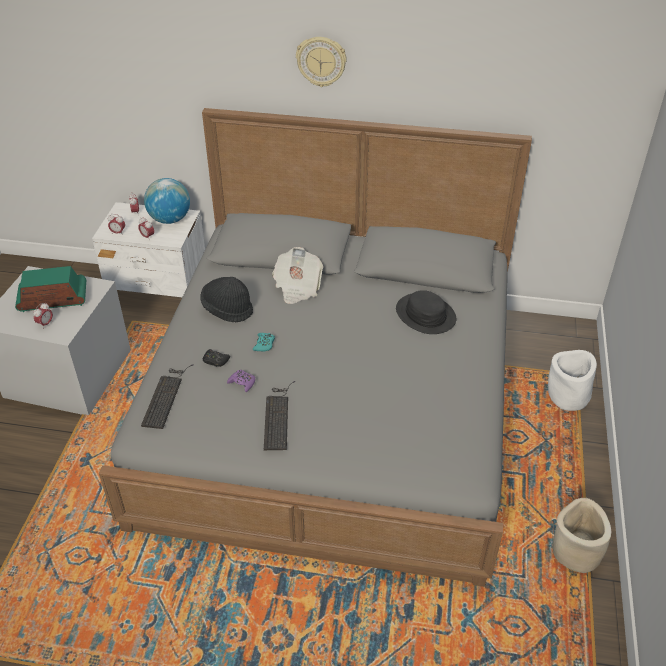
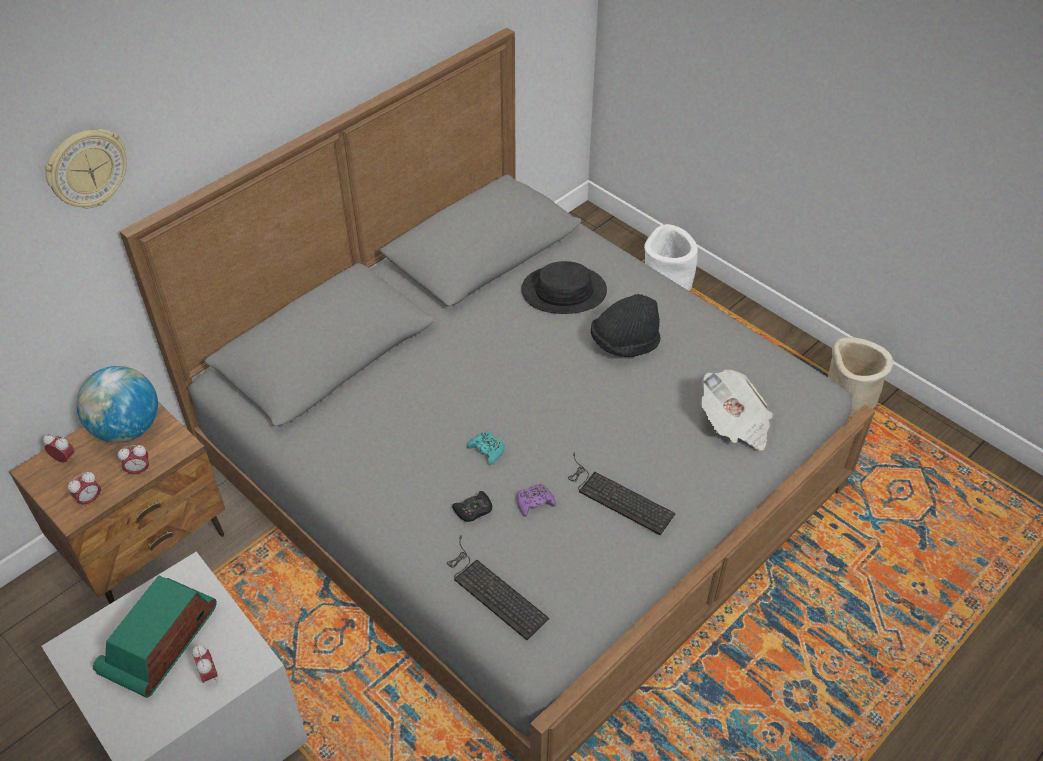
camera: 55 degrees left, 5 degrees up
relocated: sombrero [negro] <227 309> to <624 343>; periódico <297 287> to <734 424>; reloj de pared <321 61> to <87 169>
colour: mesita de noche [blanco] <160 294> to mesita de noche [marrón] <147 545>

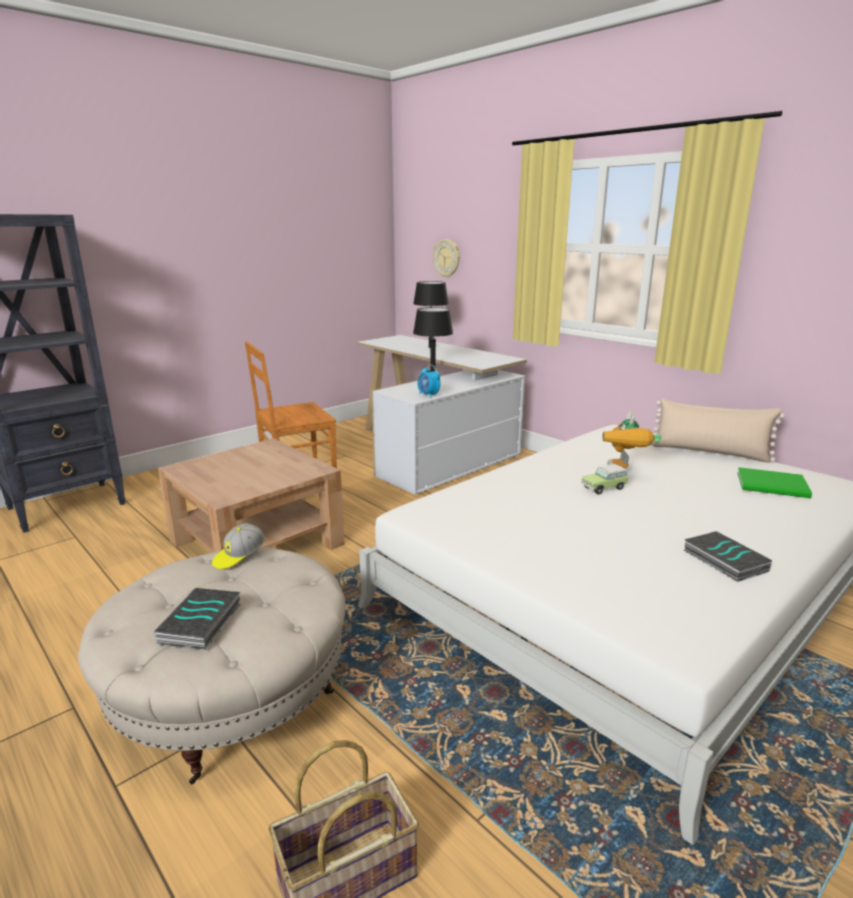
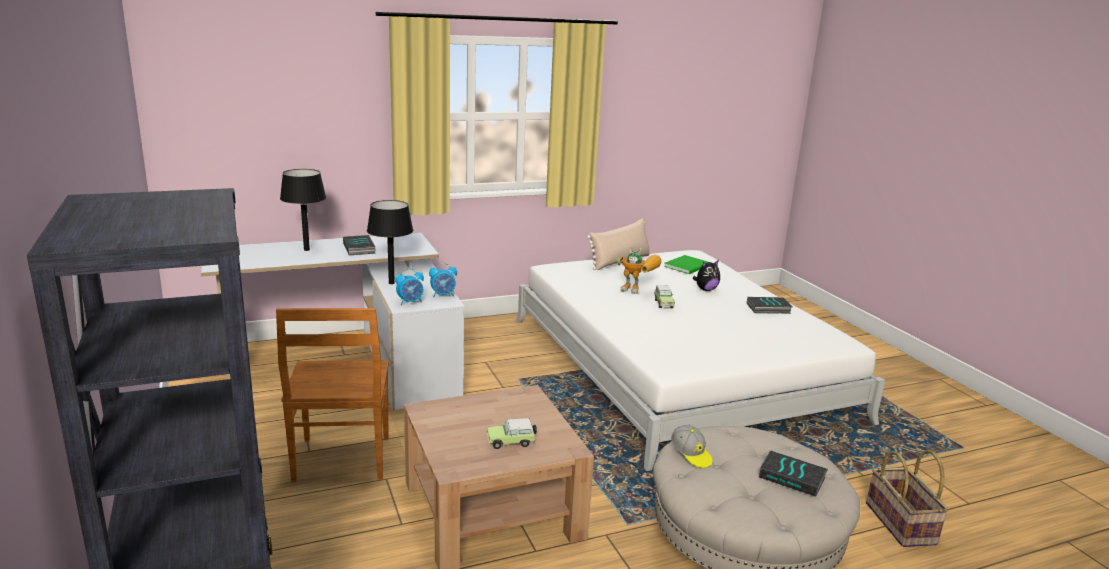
camera: 70 degrees left, 0 degrees up
missing: reloj de pared <447 258>
appeared: libro <360 248>; despertador <410 302>; coche de juguete <512 442>; peluche <705 289>

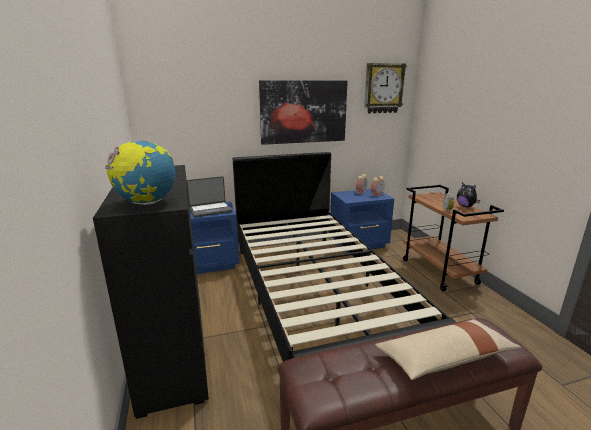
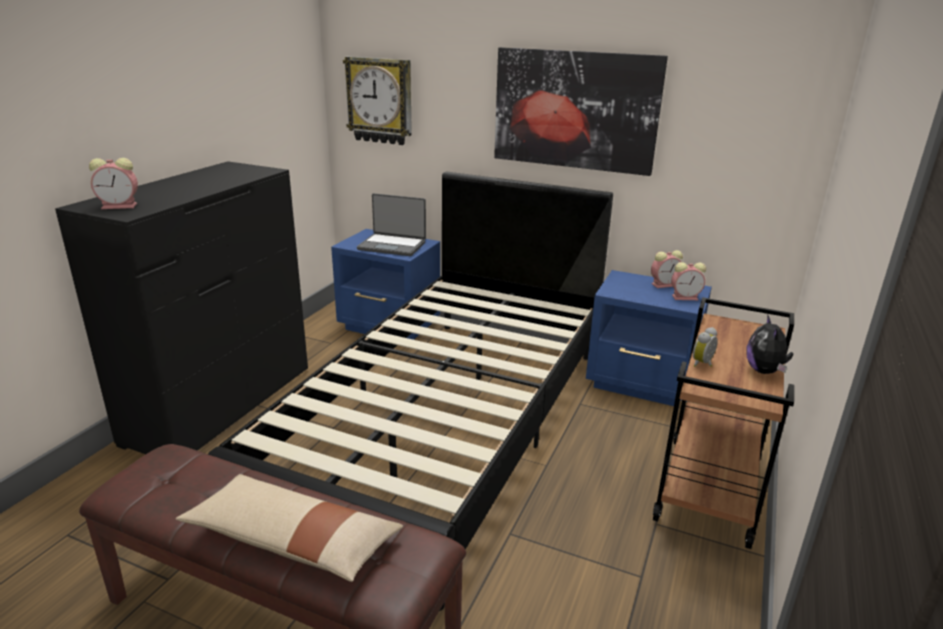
camera: 40 degrees right, 5 degrees up
relocated: reloj de pared <383 88> to <380 101>
exchanged: globo terráqueo <147 203> to despertador <121 206>

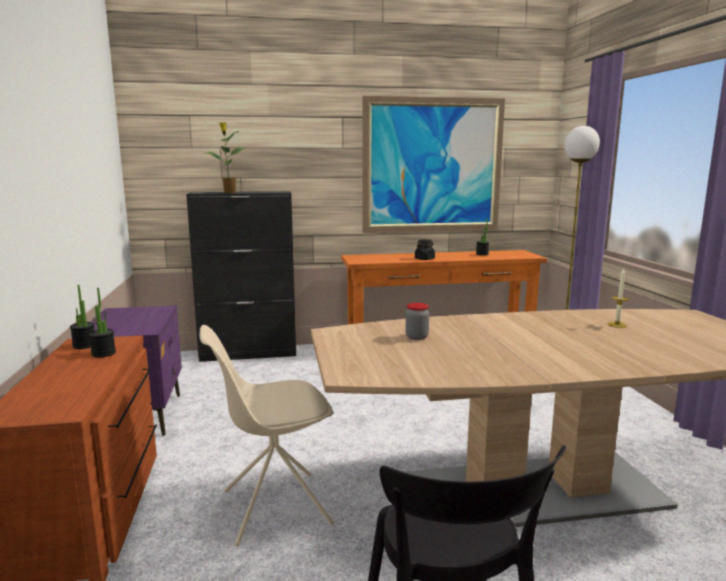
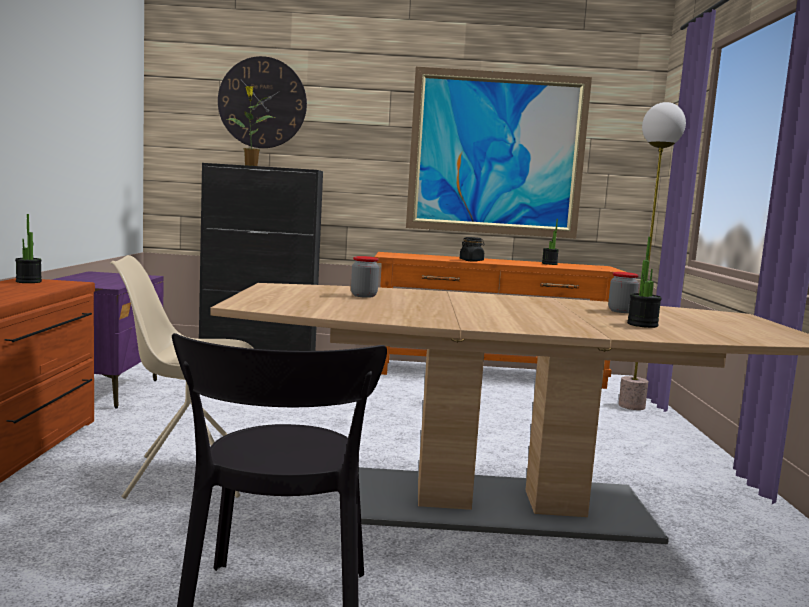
camera: 10 degrees right, 5 degrees down
appeared: reloj de pared <262 103>
relocated: planta en maceta <103 353> to <642 325>
exchanged: vela <617 325> to tarro <621 311>

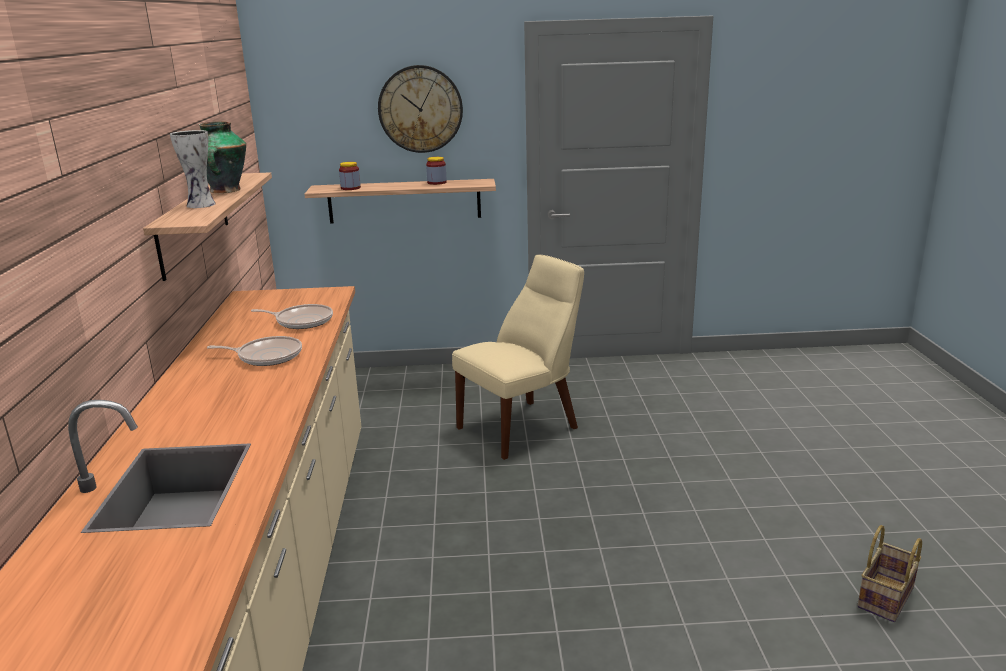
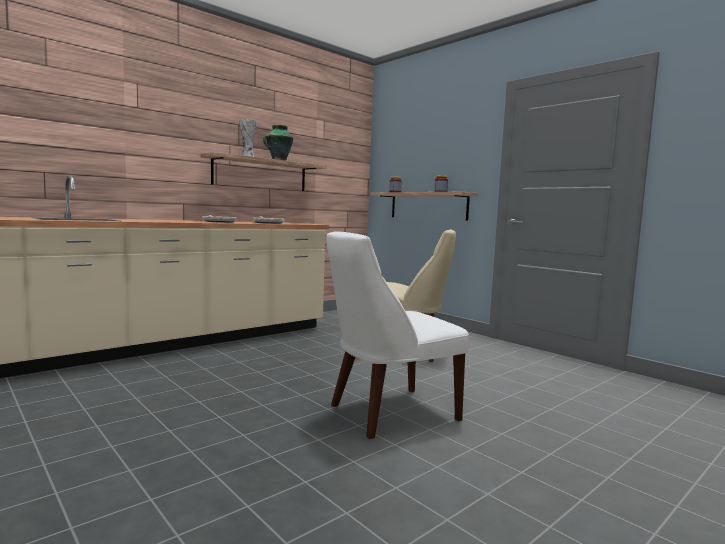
camera: 50 degrees right, 15 degrees down
missing: reloj de pared <420 109>; cesta <886 599>
appeared: silla [blanco] <388 413>

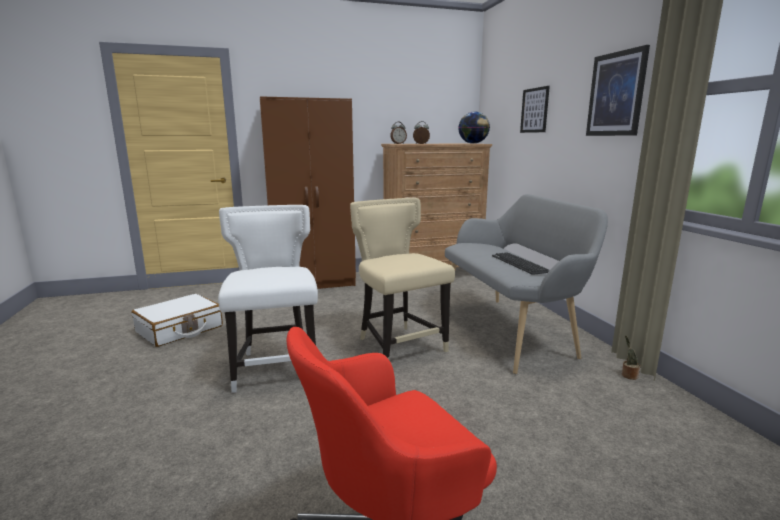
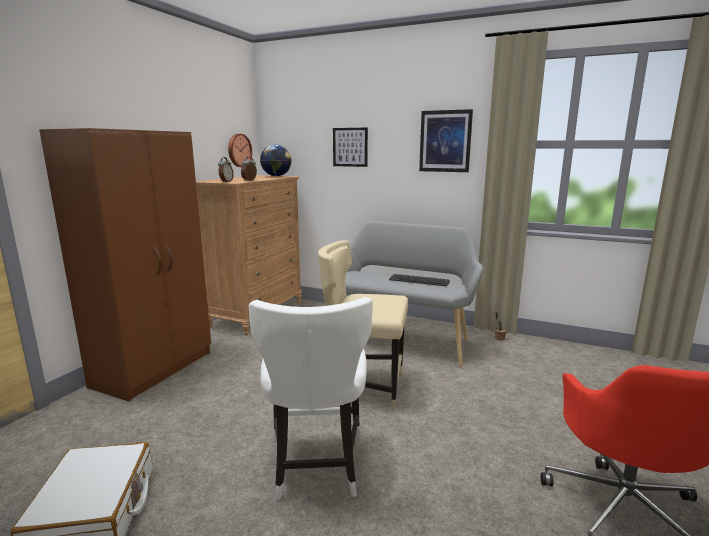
camera: 50 degrees left, 0 degrees up
appeared: reloj de pared <238 150>
spun: silla [blanco] <276 367> = <316 466> 120 degrees counterclockwise

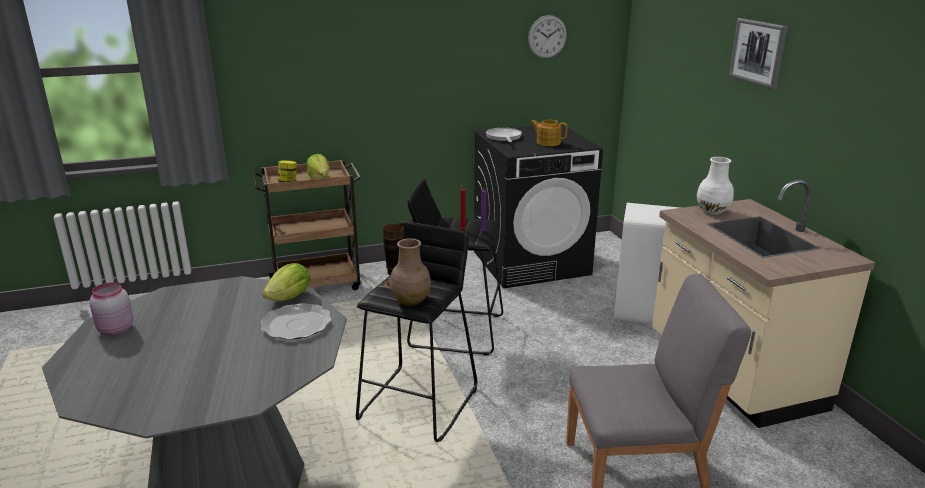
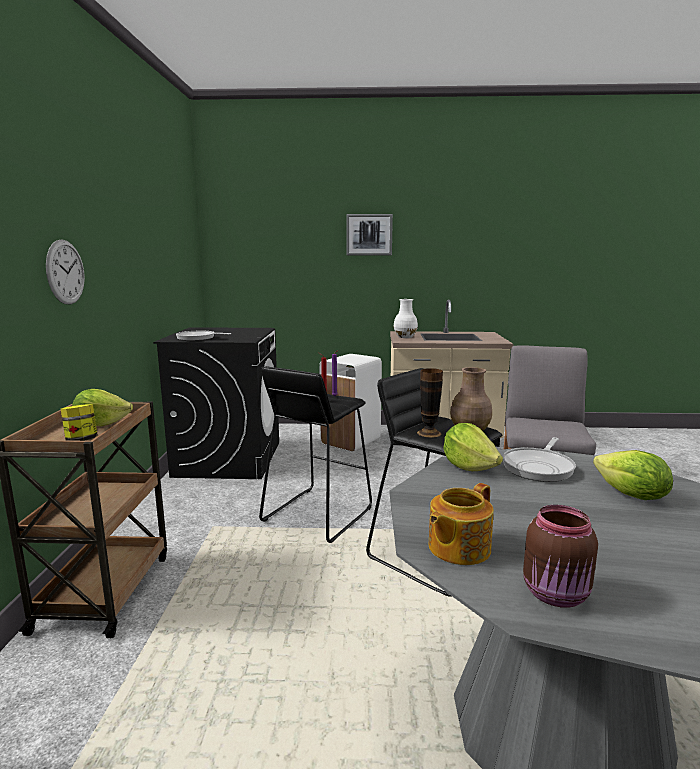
camera: 70 degrees left, 10 degrees down
appeared: lechuga <631 495>
relocated: reloj de pared <547 36> to <65 272>; tetera <548 142> to <457 548>
exchanged: plato <296 325> to sartén <539 467>
colour: tarro [rosa] <115 330> to tarro [marrón] <557 595>

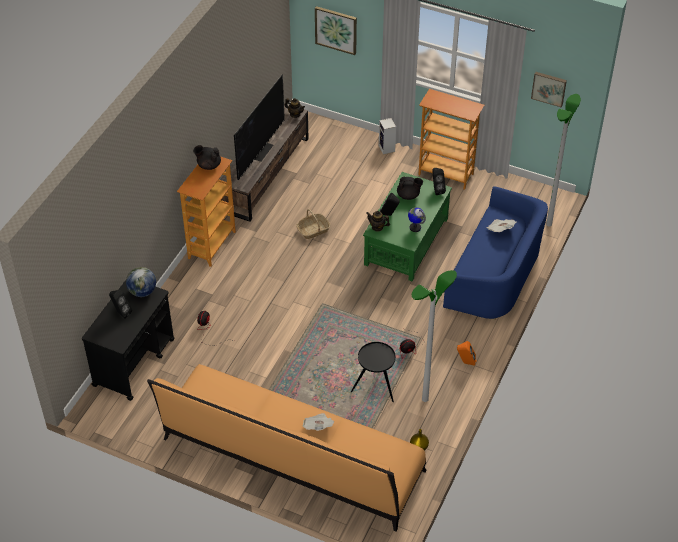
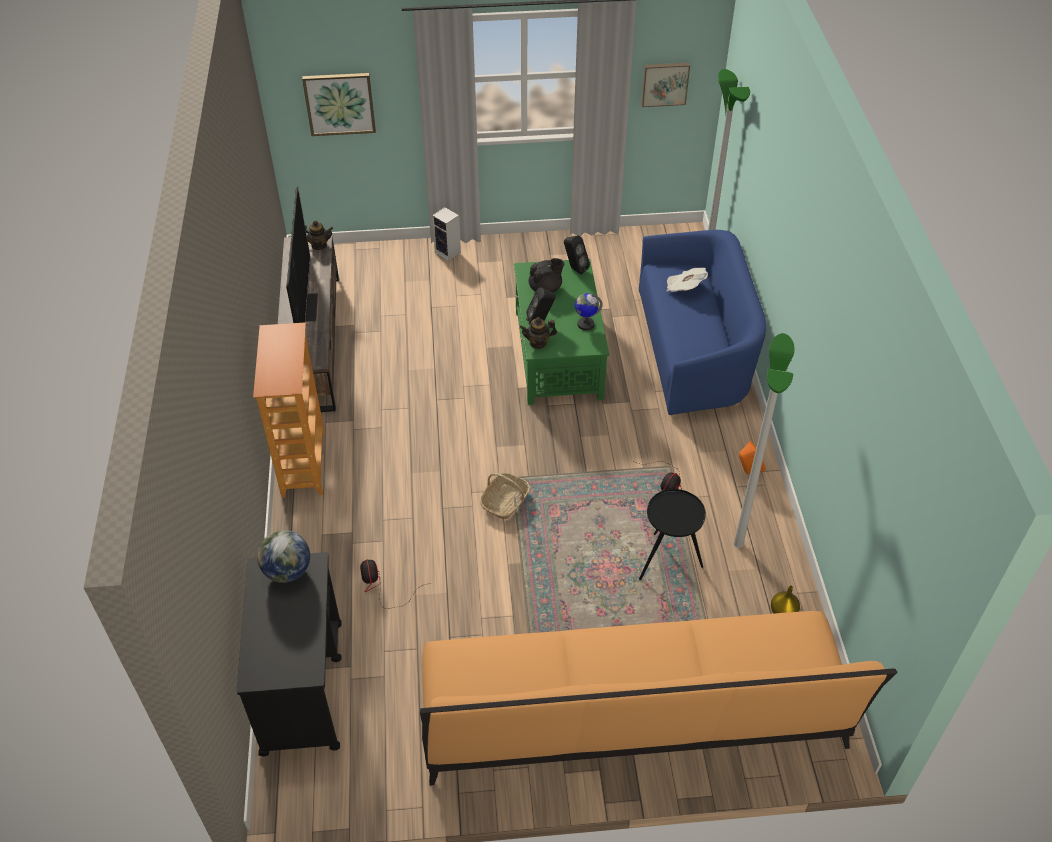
camera: 30 degrees left, 0 degrees up
missing: altavoz [negro] <121 313>; tetera [negro] <208 165>; periódico <318 427>; estantería <446 174>
relocated: cesta <313 230> to <505 502>

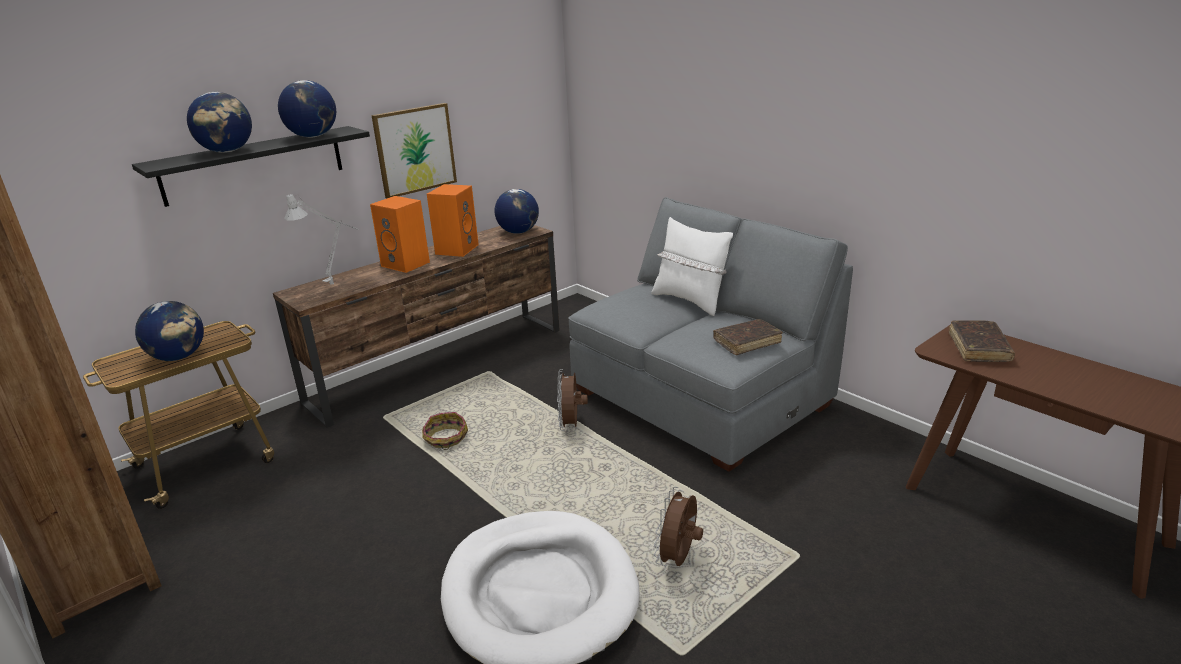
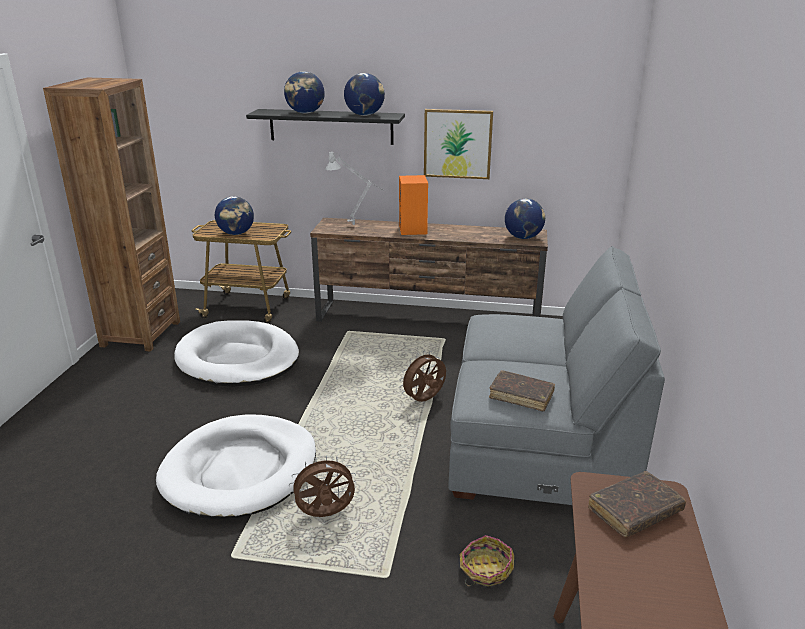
camera: 50 degrees right, 0 degrees up
missing: altavoz [naranja] <456 249>; cojín [blanco] <690 301>
appeared: cama para perro [blanco] <238 359>
relocated: cesta <445 438> to <485 570>

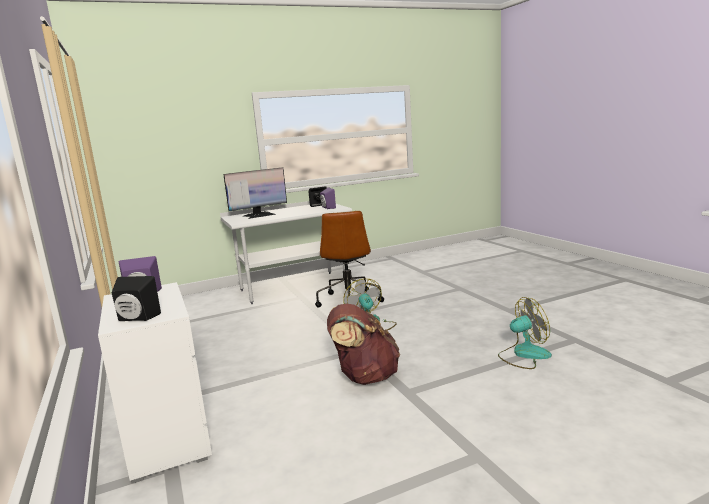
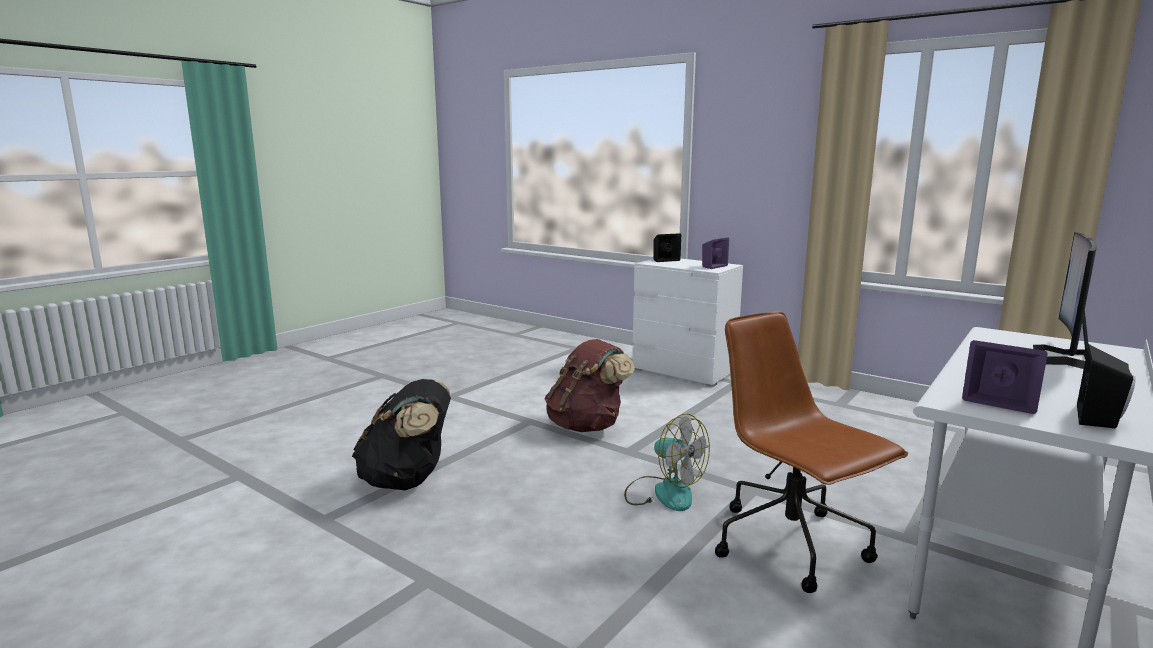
camera: 150 degrees right, 0 degrees up
exchanged: ventilador <523 355> to mochila [negro] <408 480>

